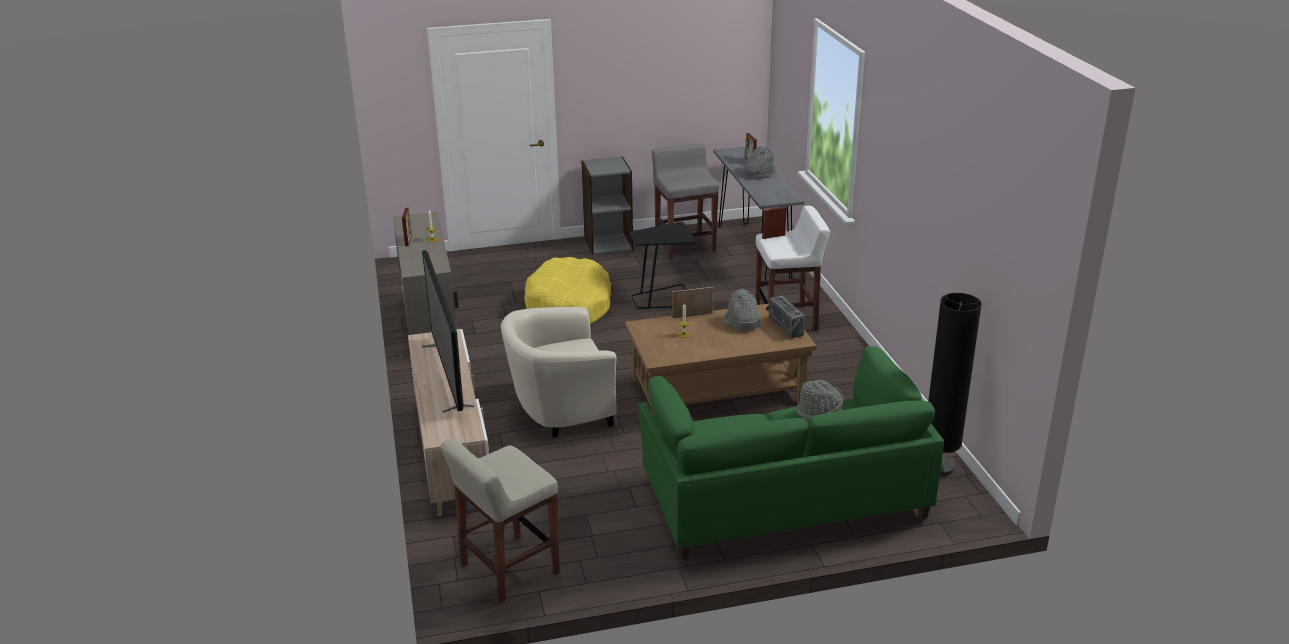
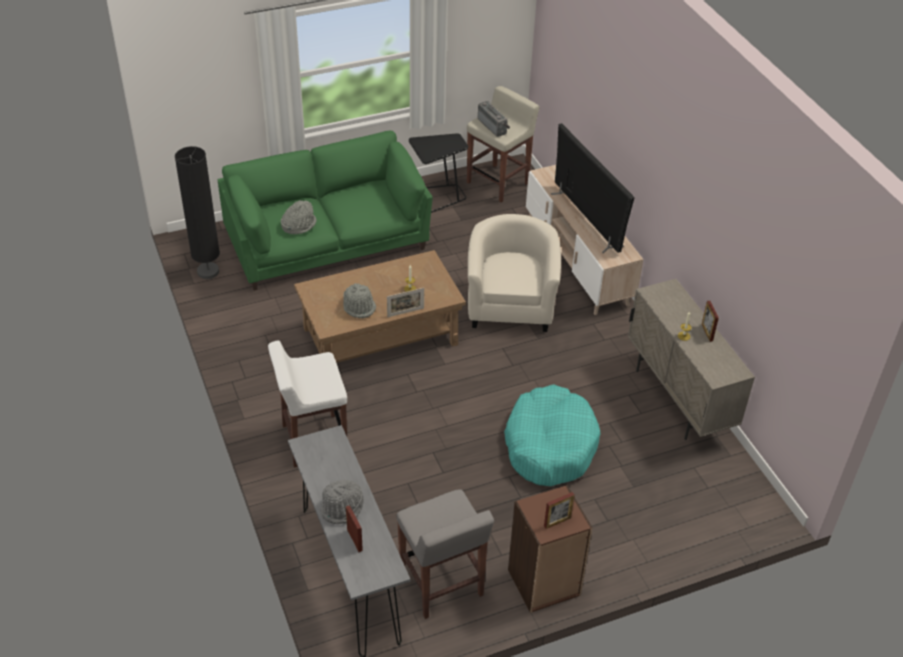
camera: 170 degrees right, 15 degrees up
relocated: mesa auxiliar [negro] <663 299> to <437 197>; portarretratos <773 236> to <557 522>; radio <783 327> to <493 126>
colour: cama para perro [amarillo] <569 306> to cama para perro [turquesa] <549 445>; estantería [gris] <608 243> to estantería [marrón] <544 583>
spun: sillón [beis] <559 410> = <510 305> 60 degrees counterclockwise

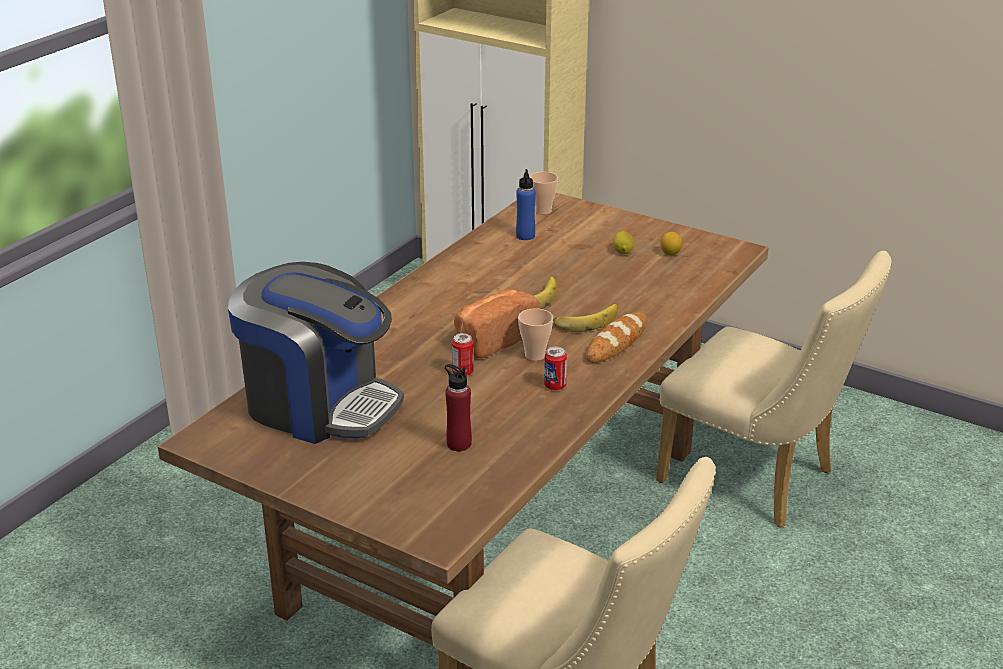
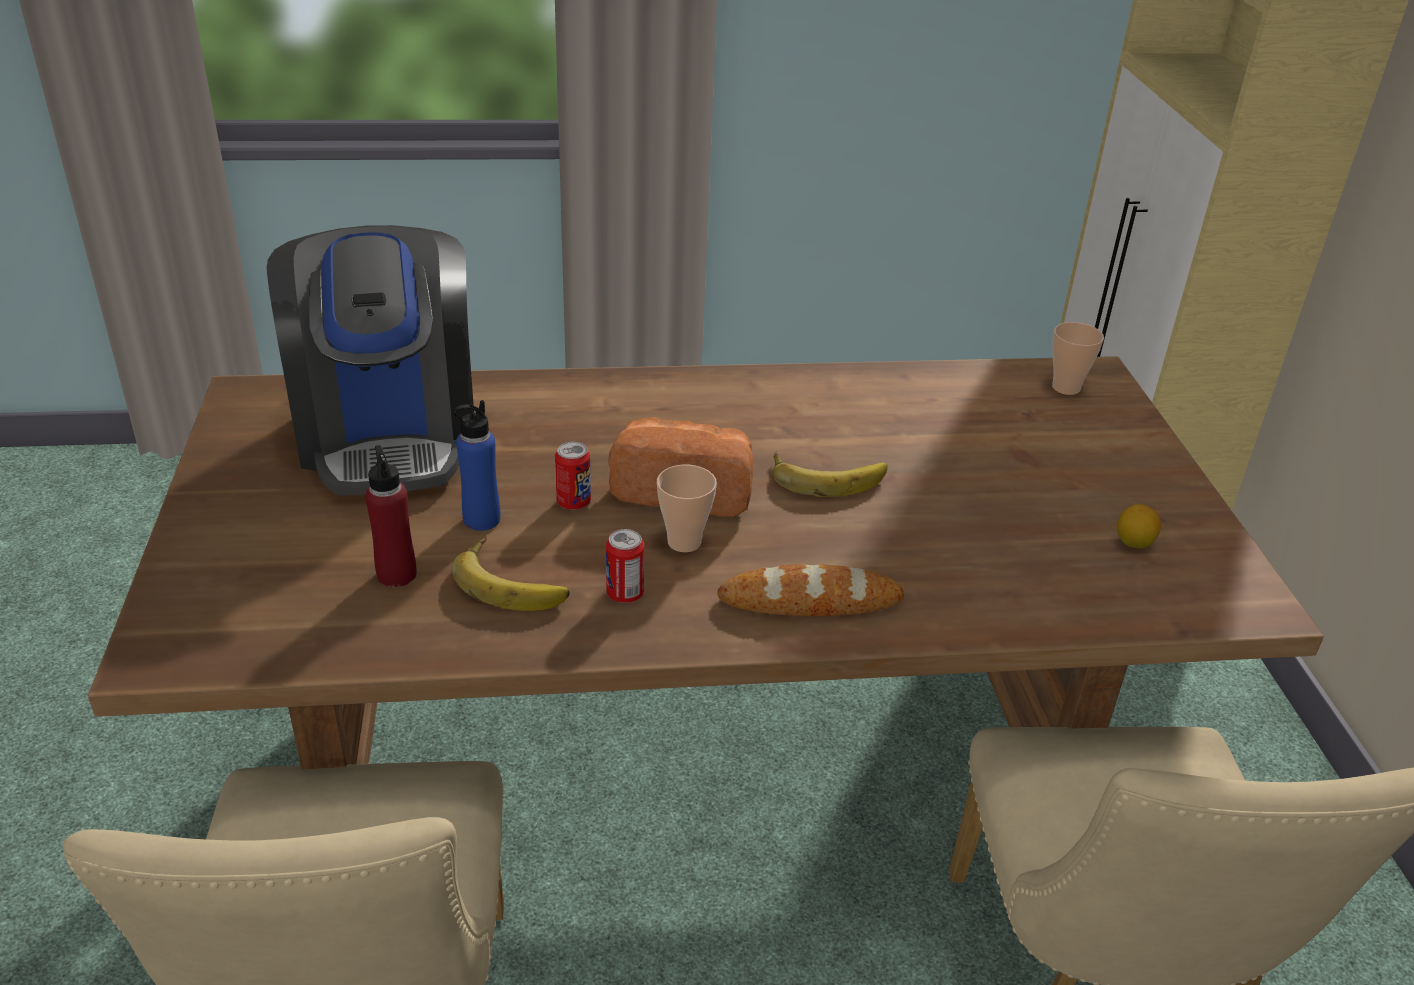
camera: 50 degrees right, 5 degrees up
missing: limón <623 251>
relocated: botella [azul] <525 236> to <481 519>; plátano <584 319> to <513 582>

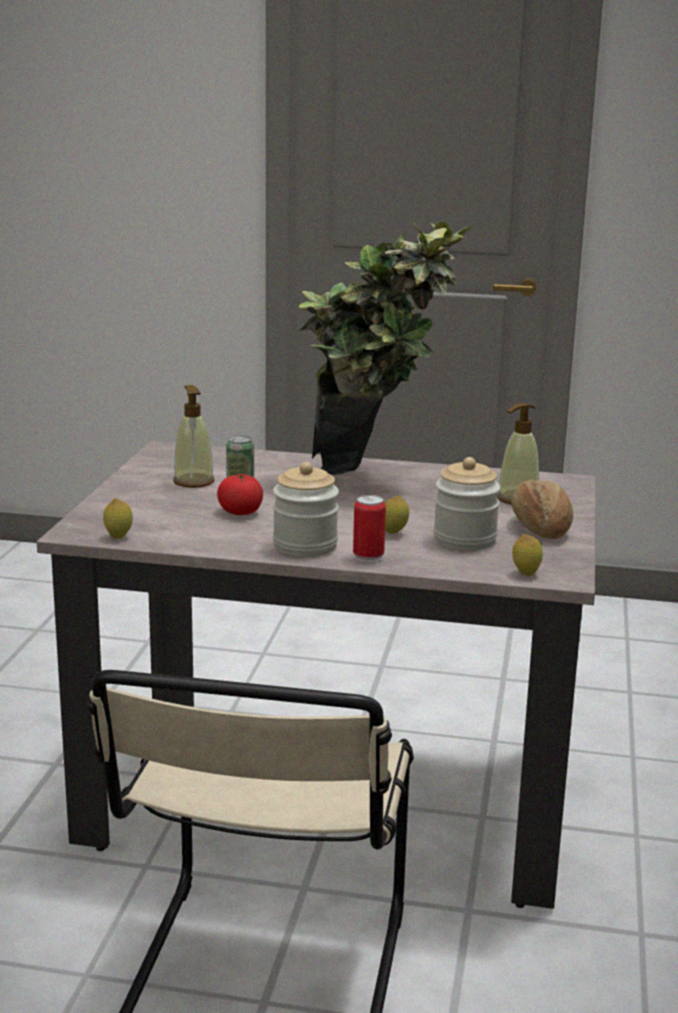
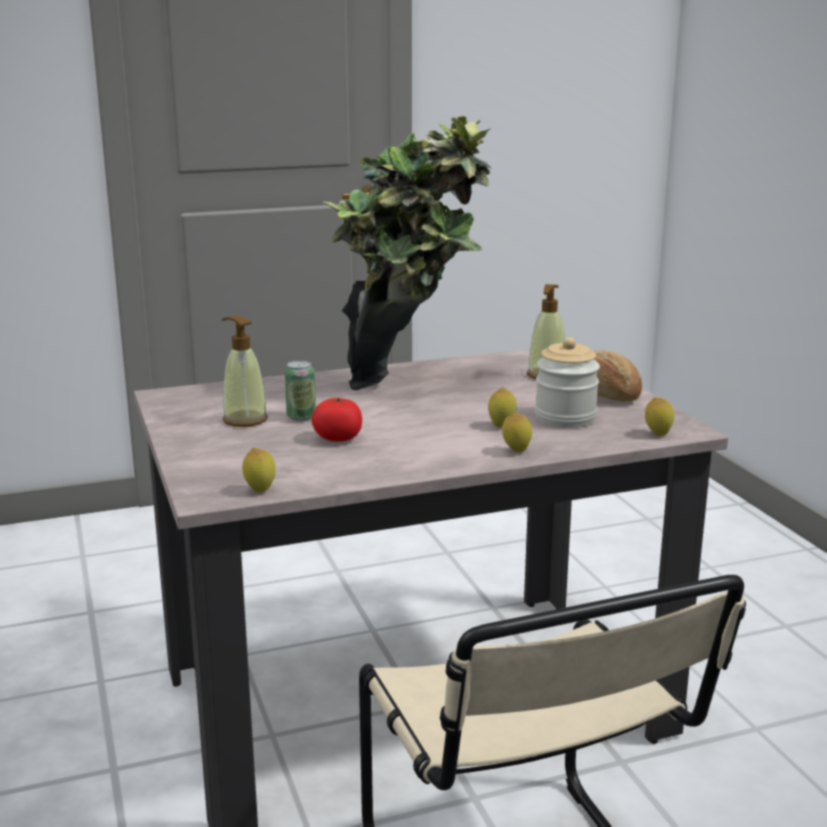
camera: 30 degrees left, 0 degrees up
missing: tarro <305 546>
exchanged: lata <368 556> to limón <516 451>

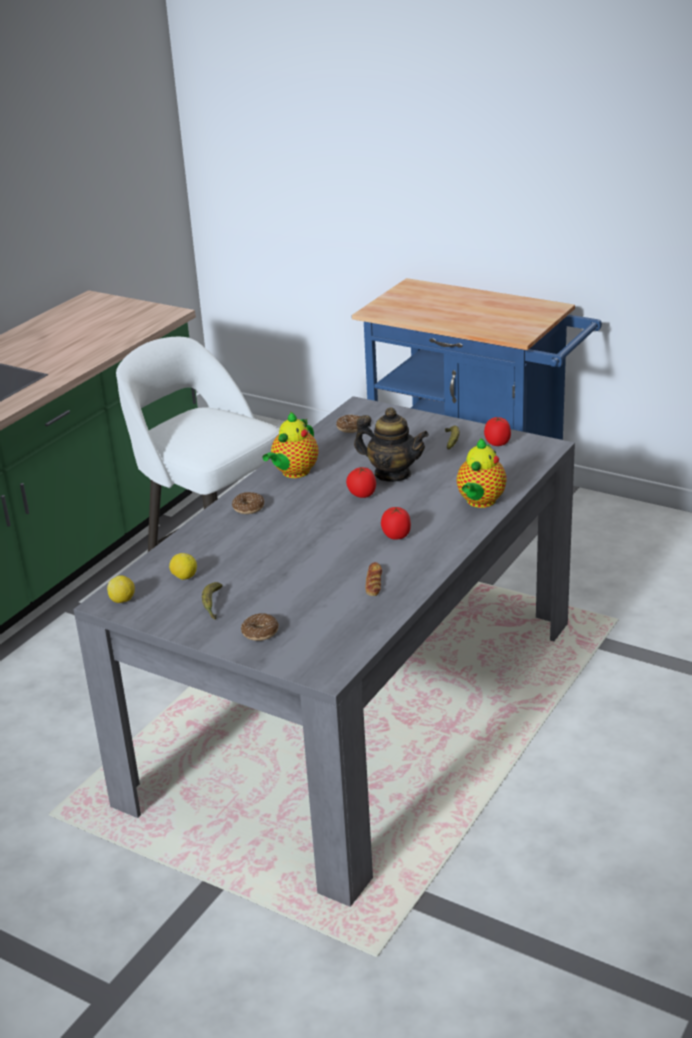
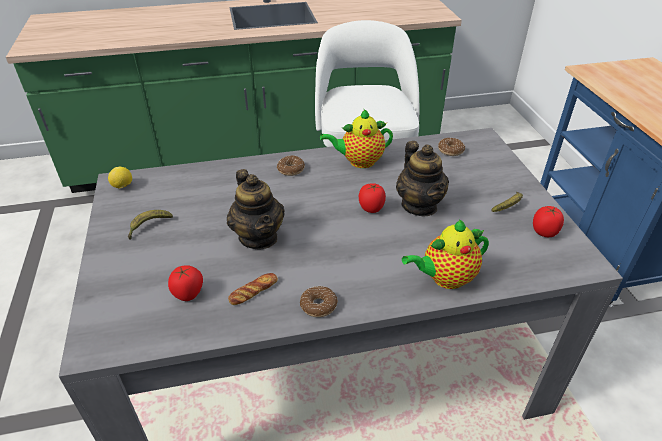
camera: 45 degrees right, 10 degrees up
missing: limón <184 577>
appeared: tetera <258 237>
relocated: rosquilla <260 632> to <318 305>; tomate <396 536> to <188 294>

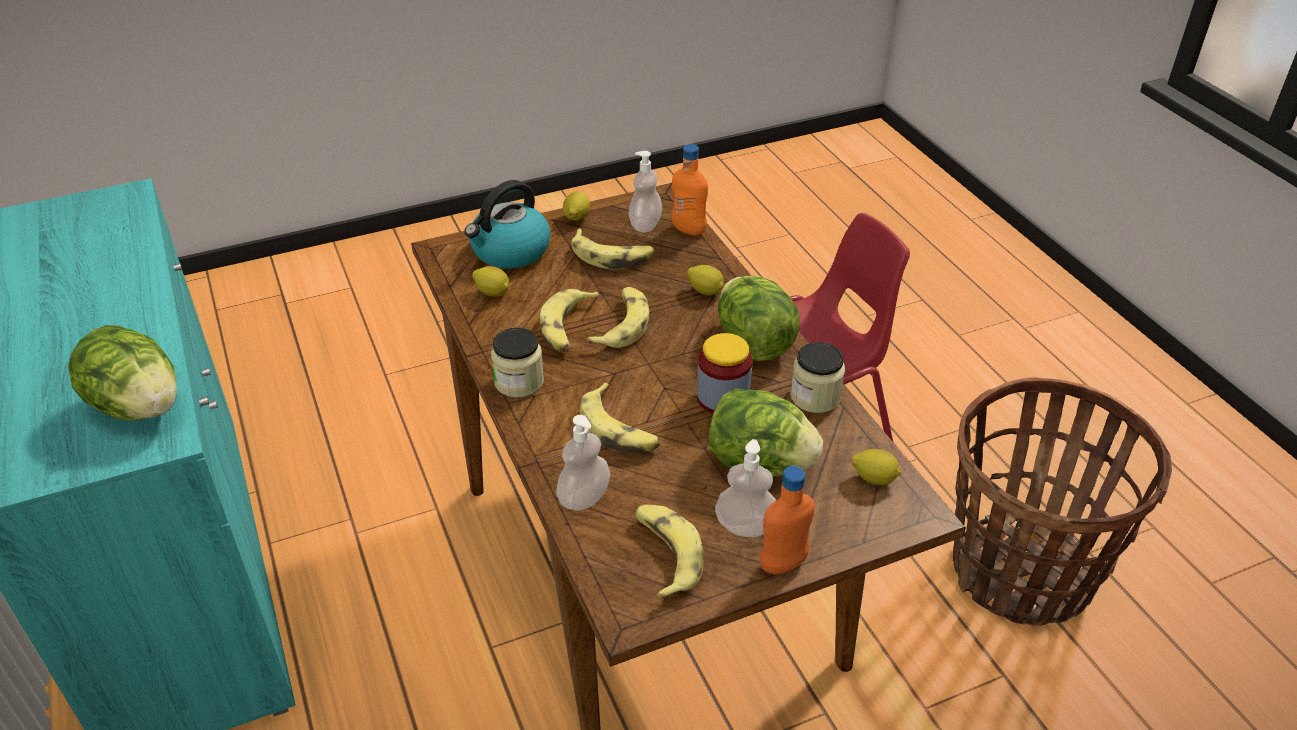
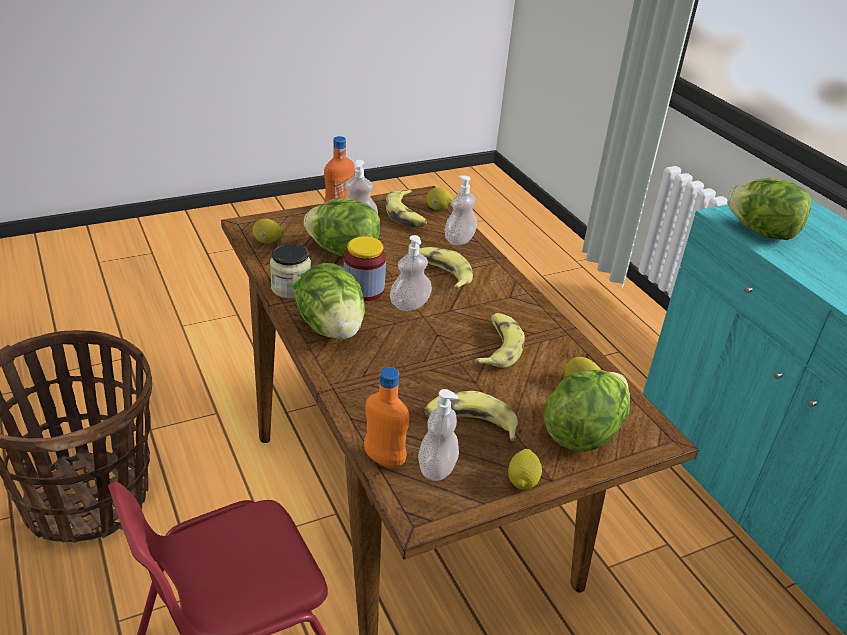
camera: 175 degrees right, 5 degrees down
missing: tarro <519 382>; plátano <622 325>
appeared: dispensador de jabón <409 305>
relocated: limón <705 291> to <438 209>
exchanged: hervidor <510 251> to lechuga <583 432>

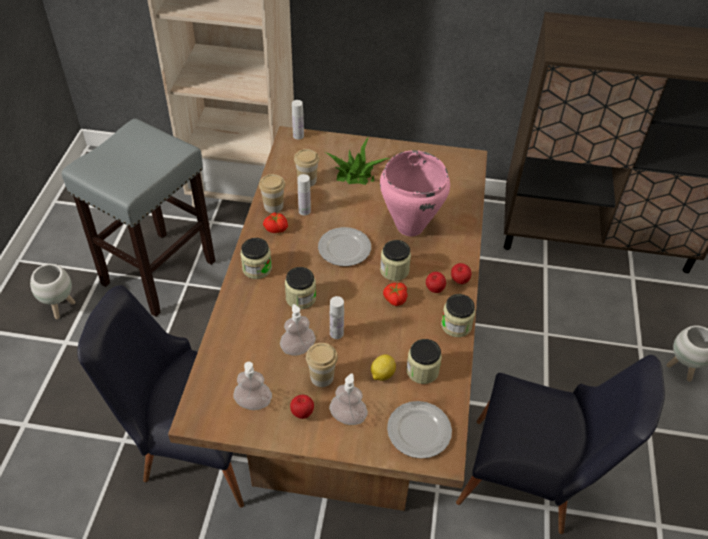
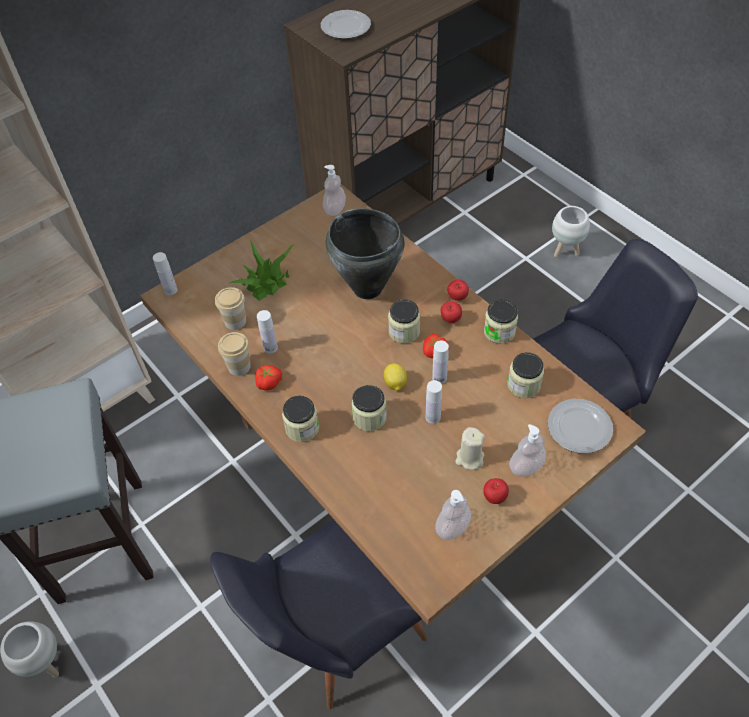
camera: 45 degrees left, 5 degrees up
appeared: botella [blanco] <439 378>
relocated: dispensador de jabón <298 348> to <335 209>; plato <344 249> to <346 27>; limón <382 374> to <395 384>
exchanged: taza <322 377> to vela [beis] <469 458>
colour: olla [rosa] <409 227> to olla [negro] <367 289>

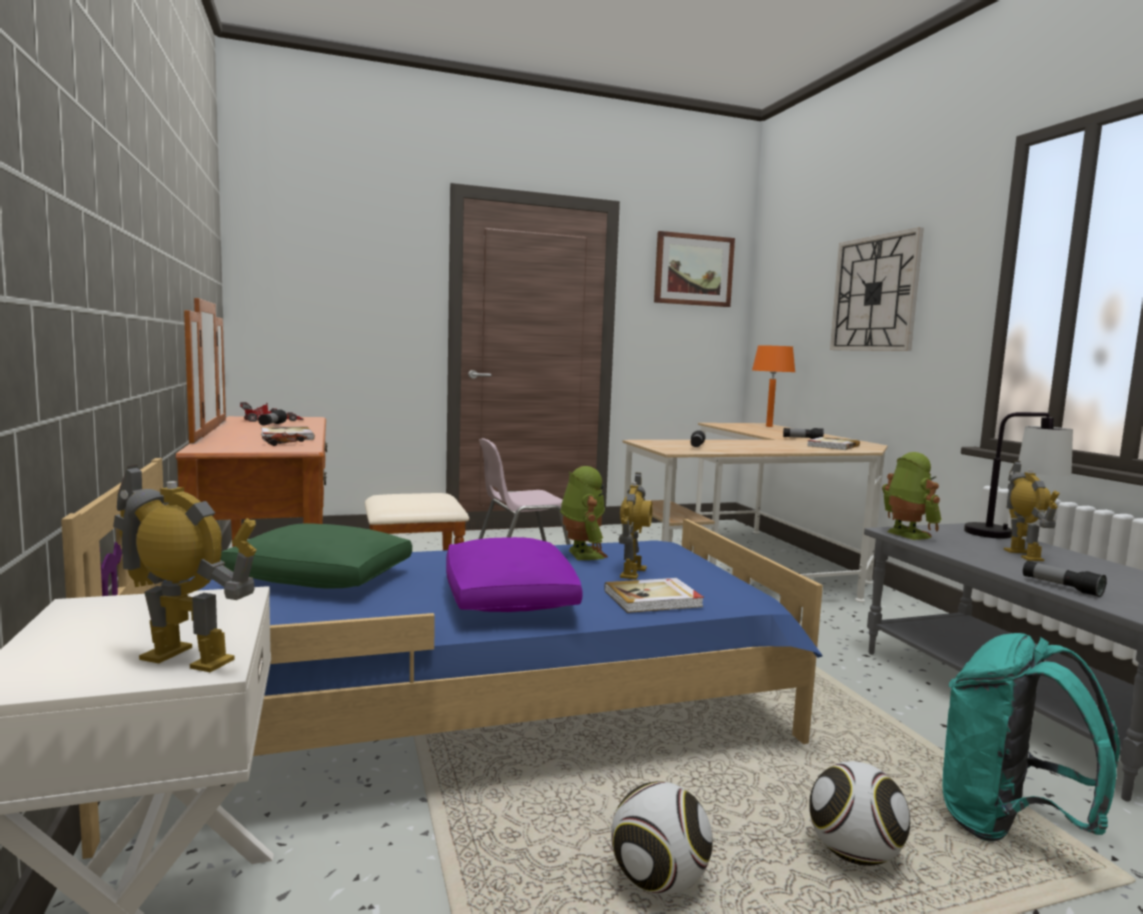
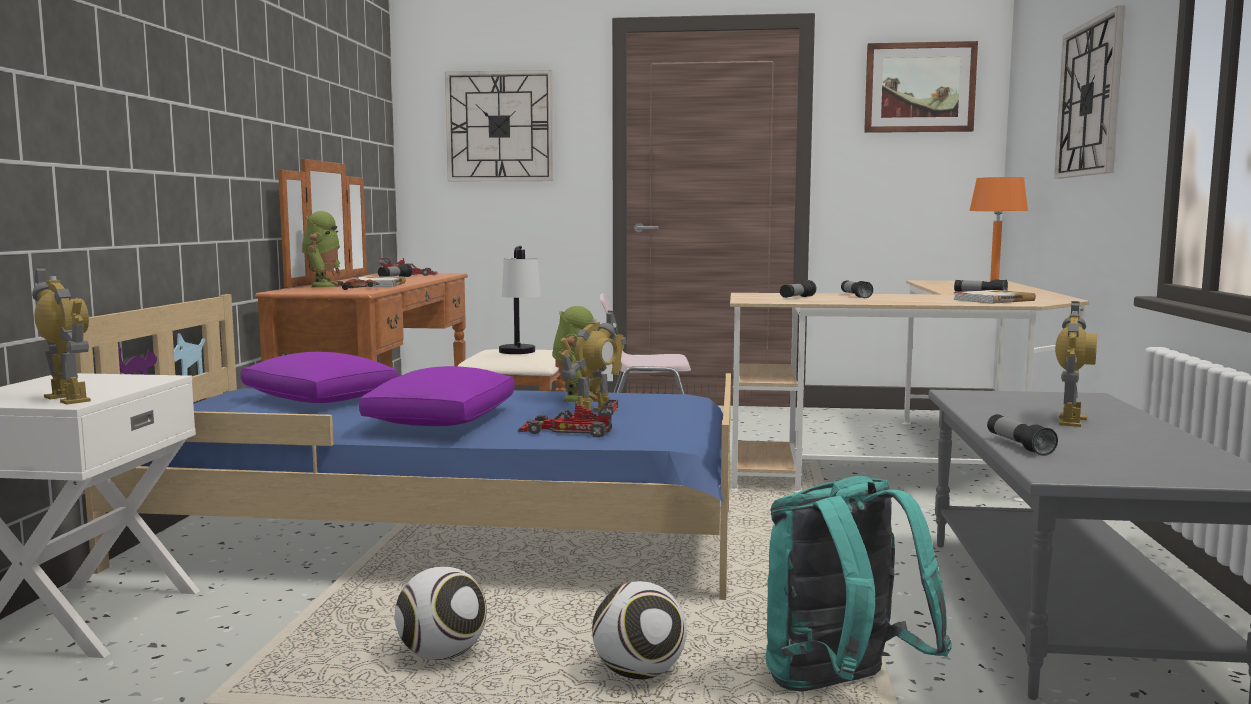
camera: 25 degrees right, 0 degrees up
appeared: reloj de pared <499 126>; linterna <855 296>
relocated: robot de juguete <905 535> to <323 286>; lámpara de mesa <1010 538> to <520 354>
exchanged: libro <653 599> to coche de juguete <569 430>
colour: cojín [verde] <322 579> to cojín [morado] <321 398>

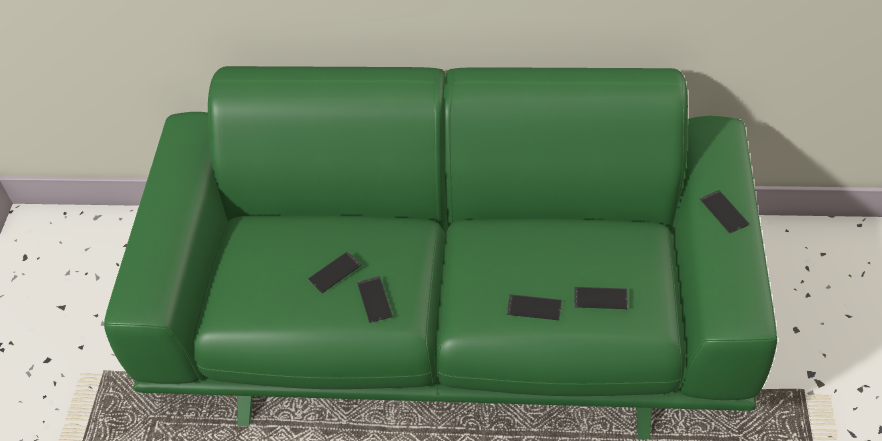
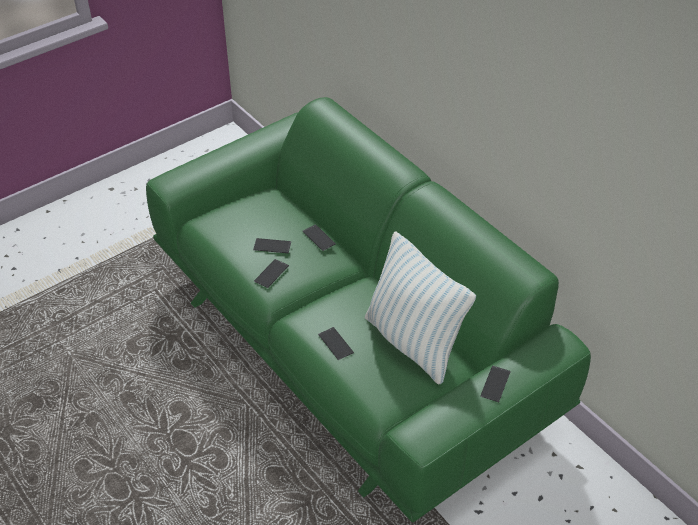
camera: 45 degrees right, 5 degrees down
appeared: cojín <413 343>
relocated: móvil <600 298> to <319 238>

